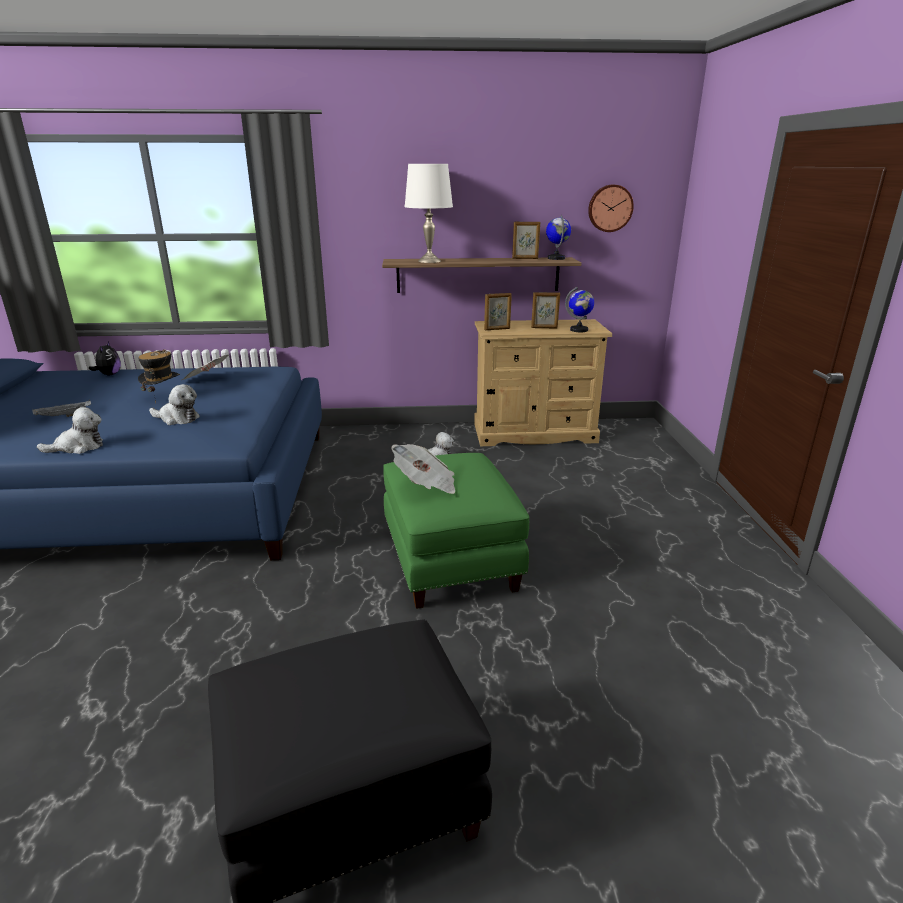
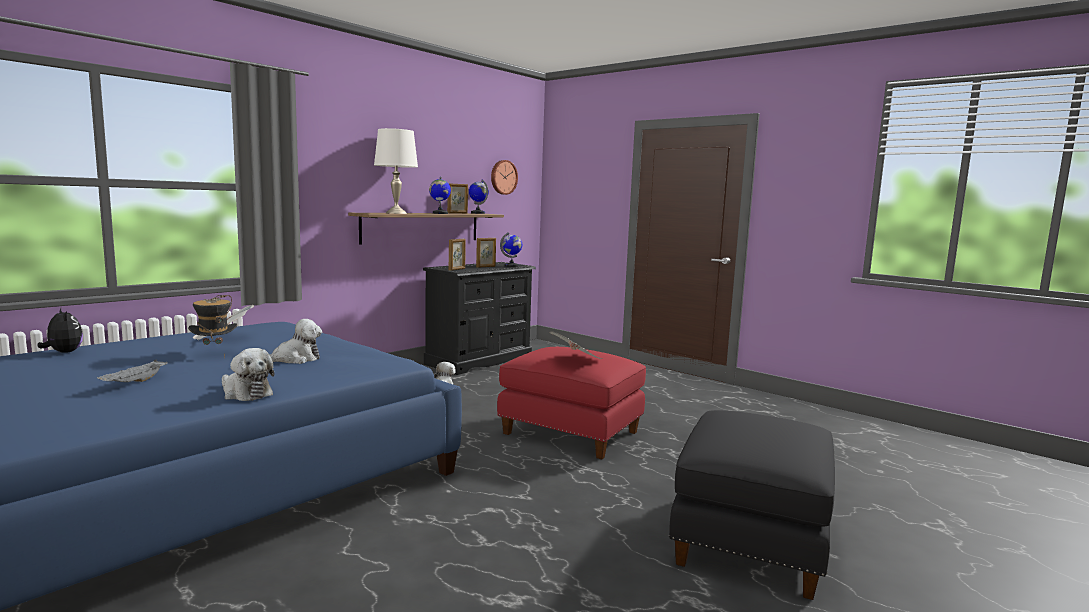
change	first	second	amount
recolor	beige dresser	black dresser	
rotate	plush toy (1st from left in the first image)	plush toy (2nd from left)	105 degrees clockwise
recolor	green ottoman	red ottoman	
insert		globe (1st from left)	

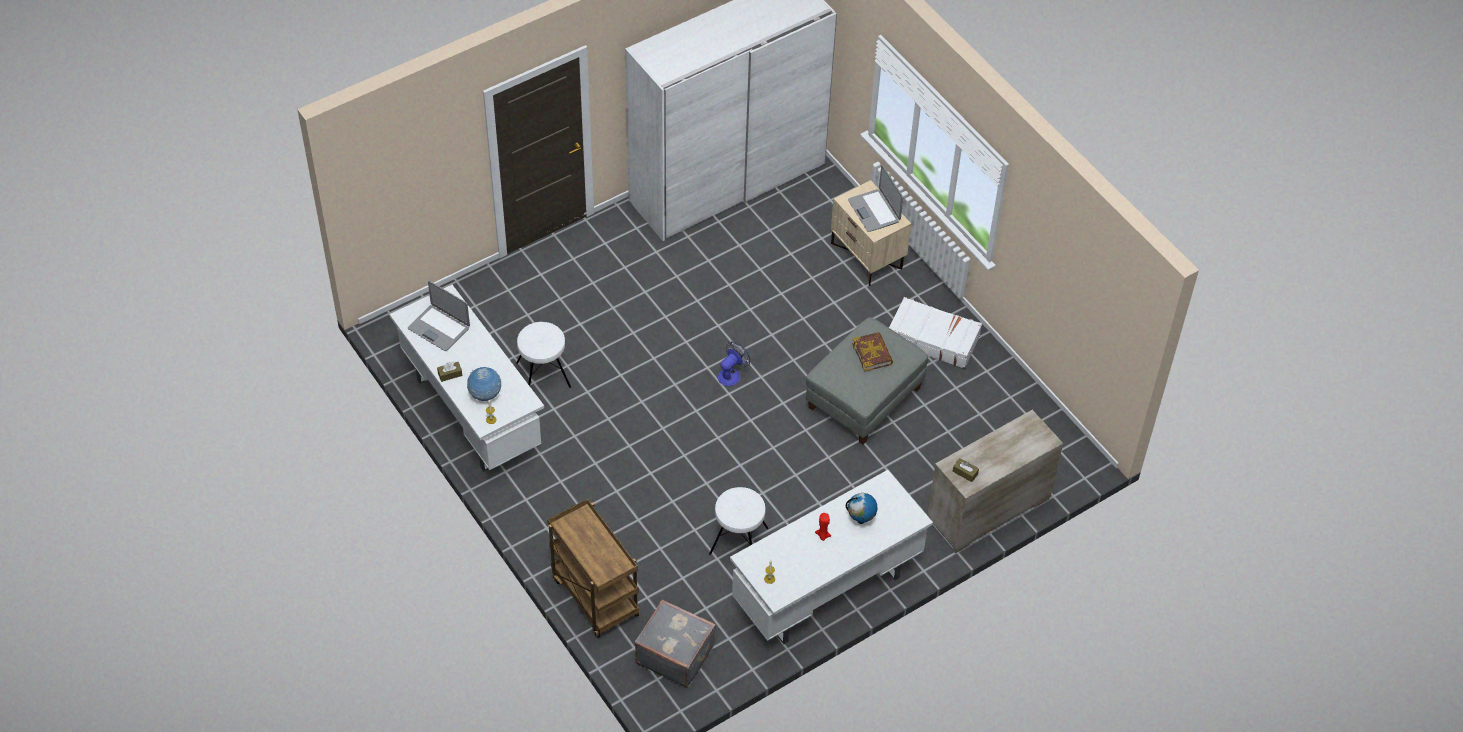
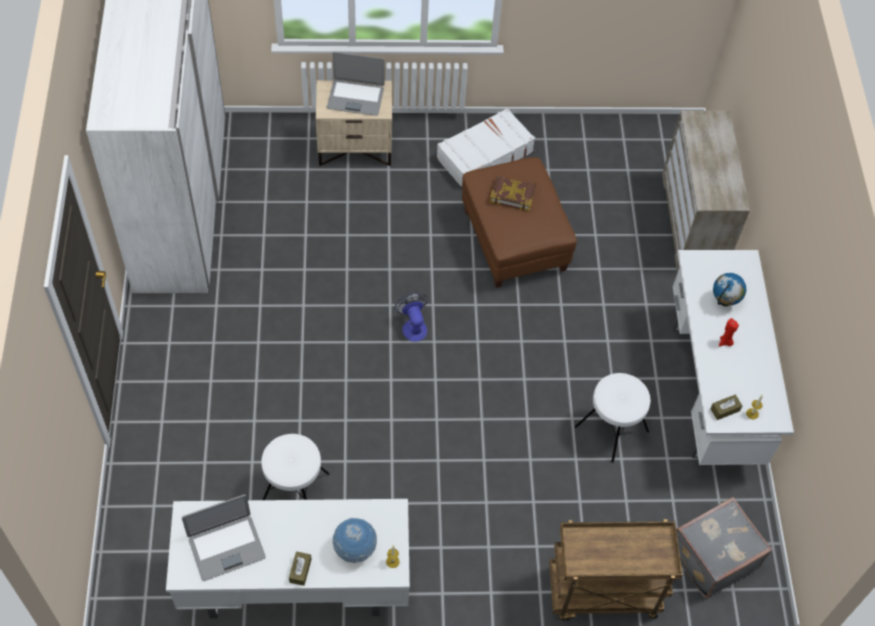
change	first	second	amount
recolor	grey ottoman	brown ottoman	
move	brown tissue box (2nd from left)		

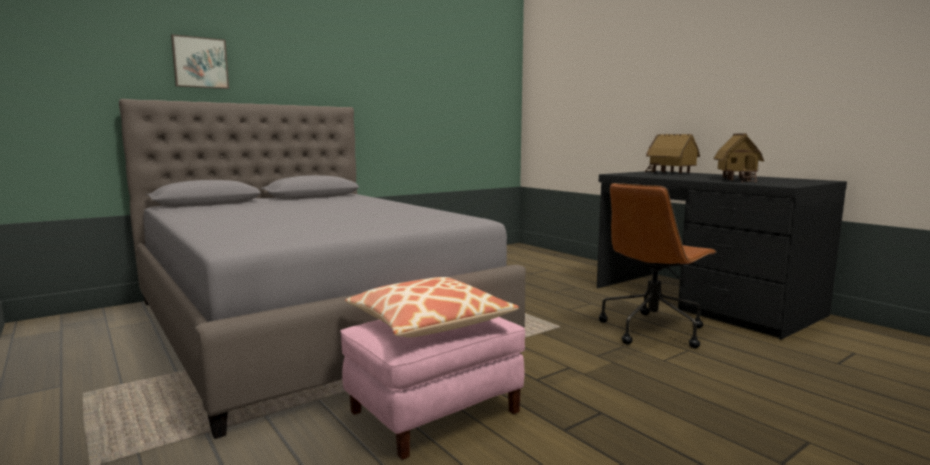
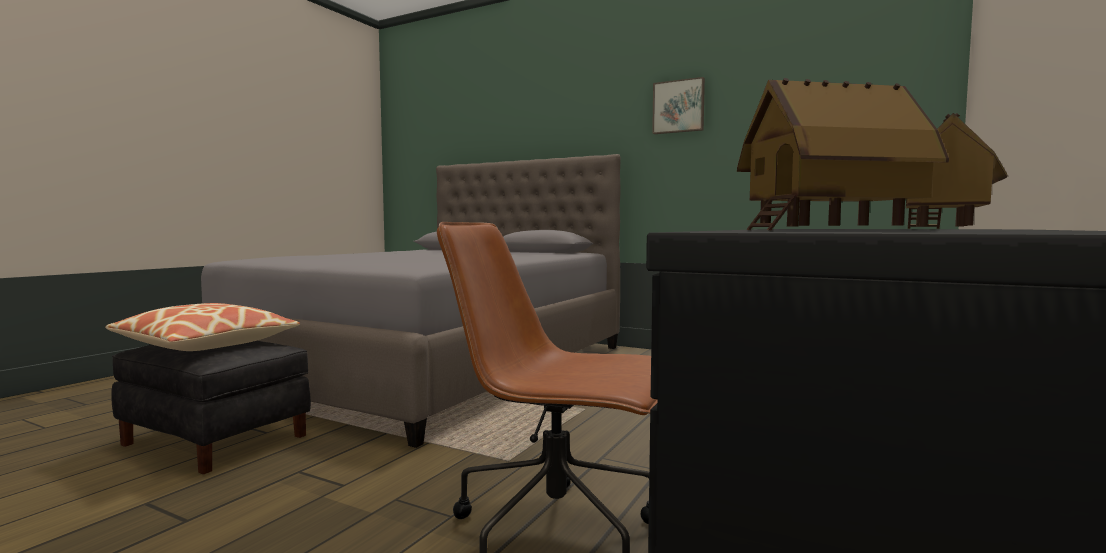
change	first	second	amount
move	picture		
recolor	pink ottoman	black ottoman	

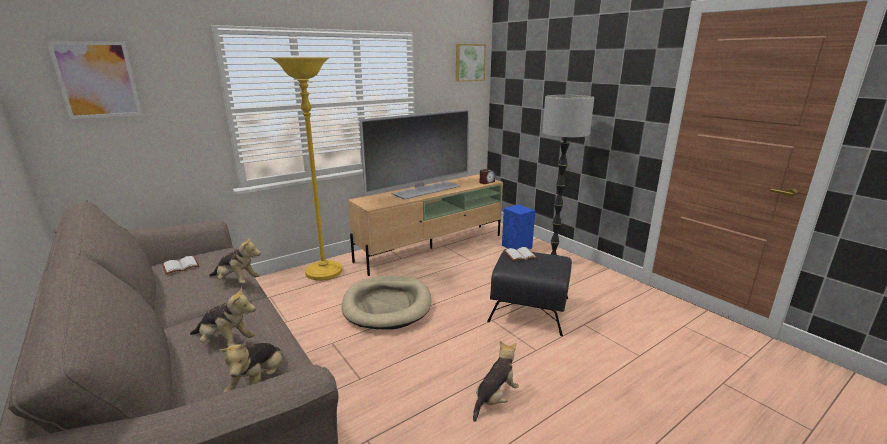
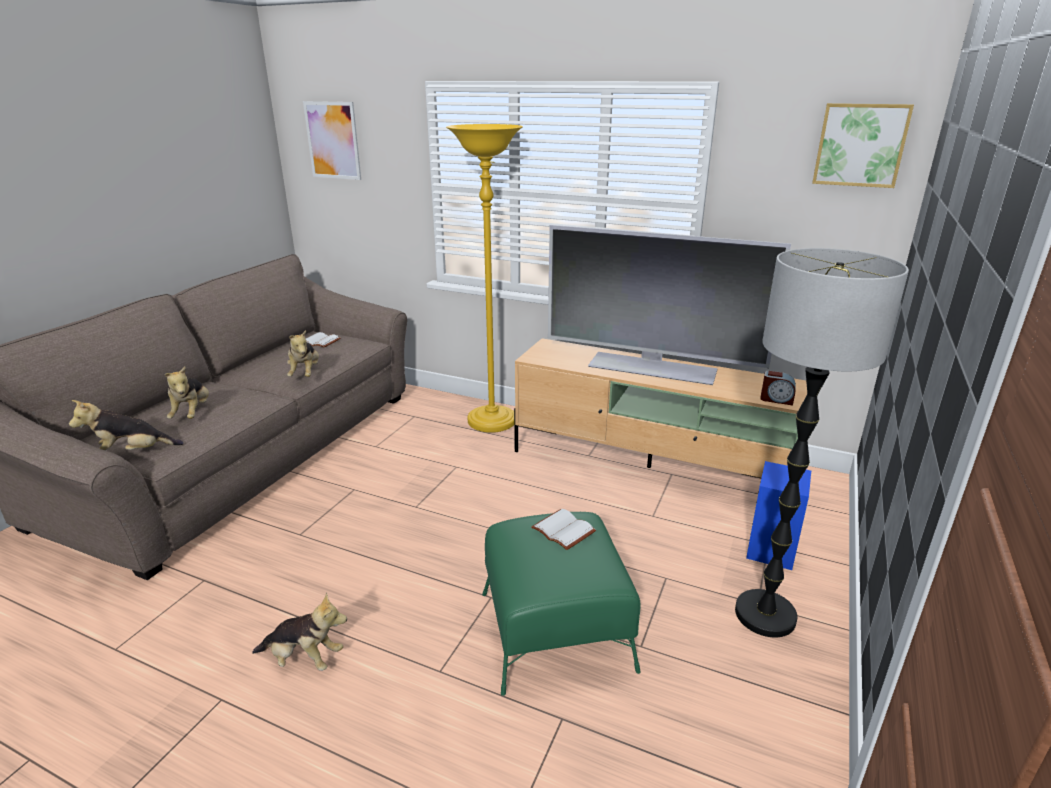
change	first	second	amount
recolor	black ottoman	green ottoman	
delete	beige dog bed		

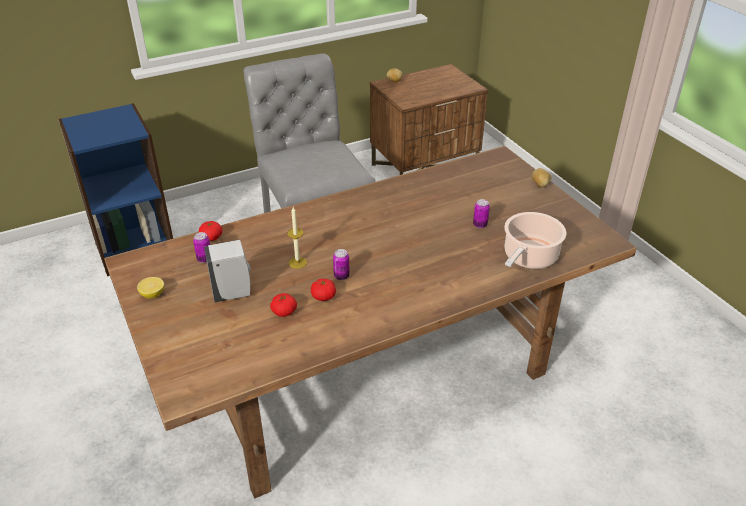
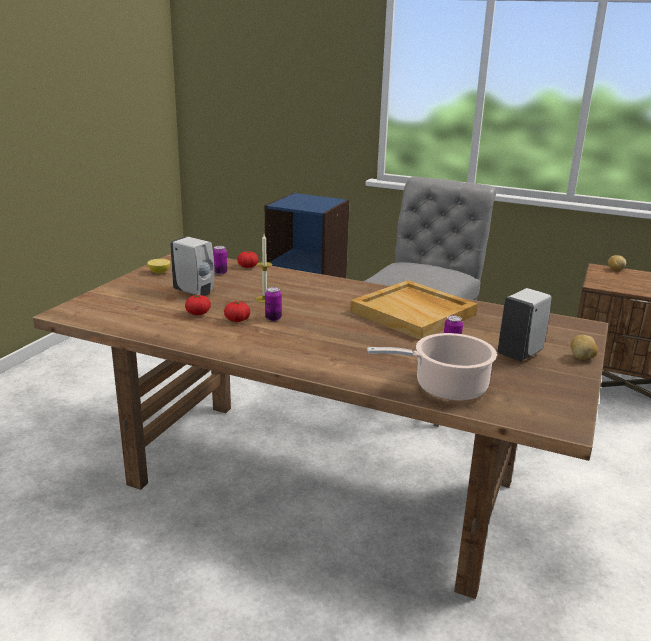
change	first	second	amount
insert		beige tray	
insert		white soap dispenser (2nd from left)	

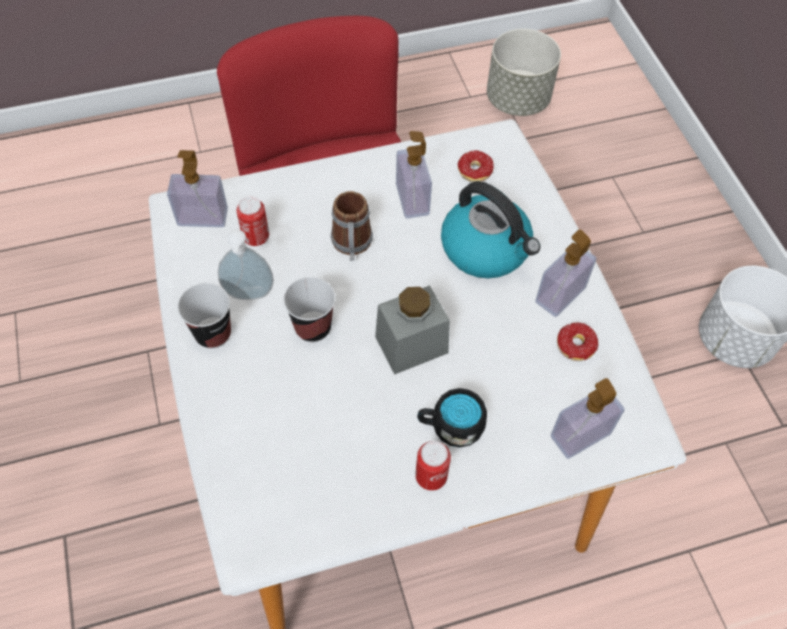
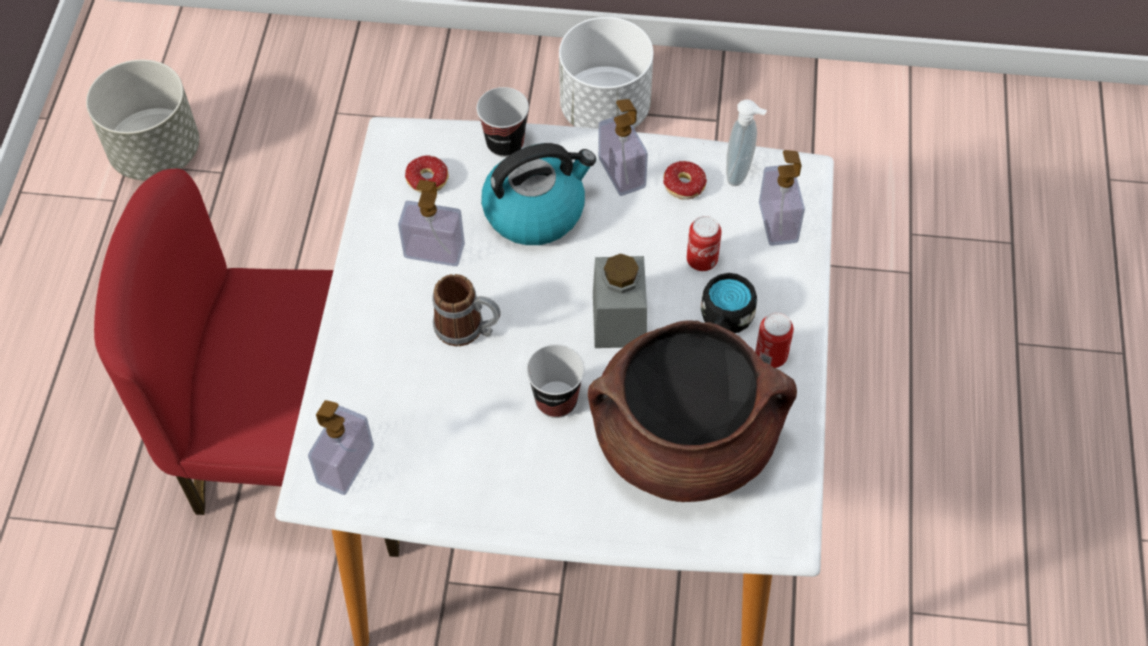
change	first	second	amount
move	can (1st from left)		
move	soap dispenser (2nd from left in the first image)	soap dispenser (4th from left)	
move	cup (1st from left)		
insert		brown cooking pot	

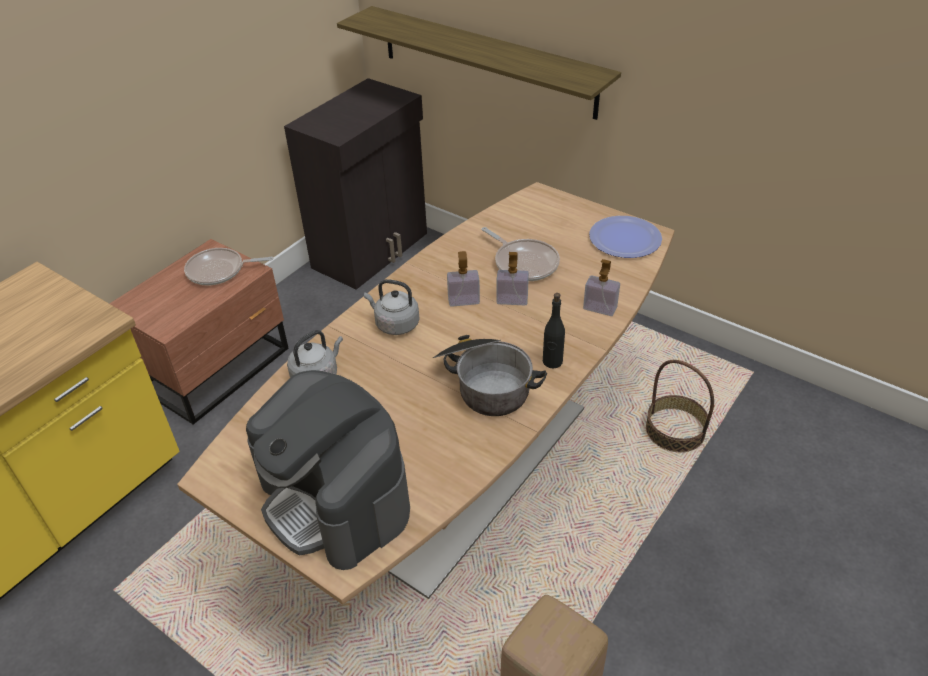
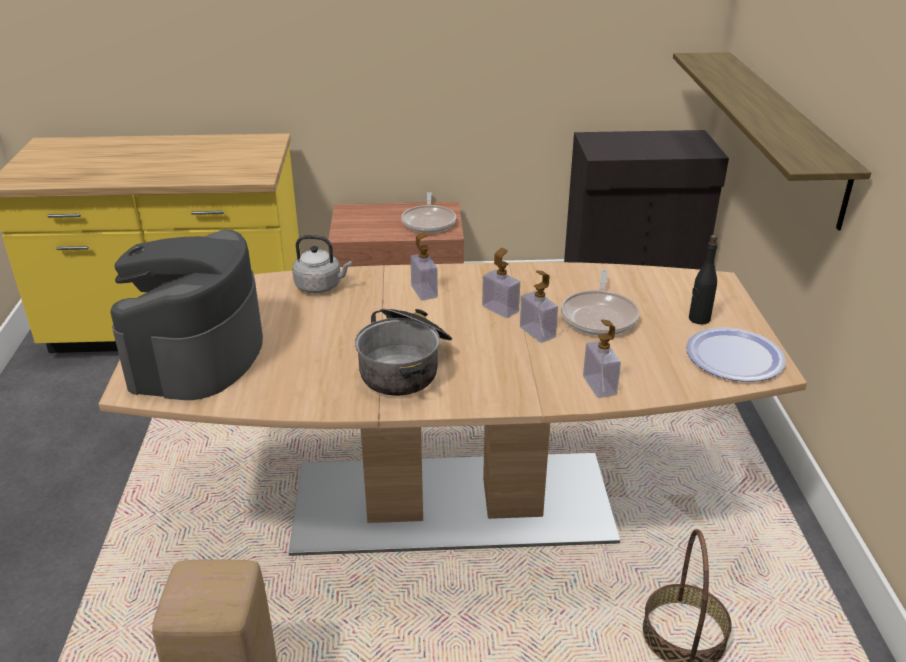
change	first	second	amount
rotate	frying pan (1st from left)		135 degrees counterclockwise
replace	grey kettle (2nd from left)	soap dispenser (1st from left)	
move	black bottle		

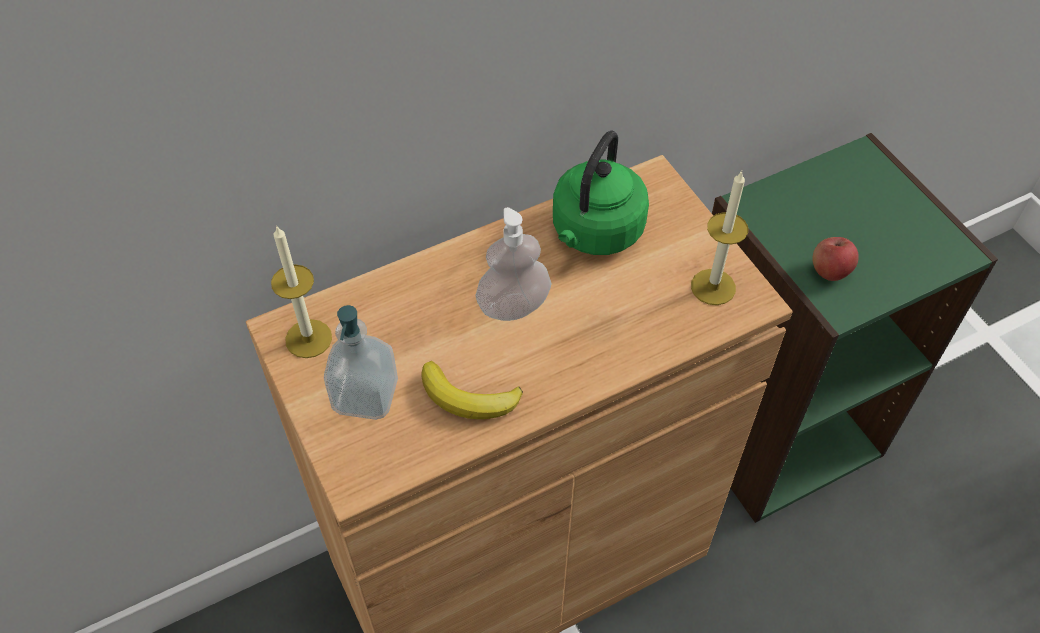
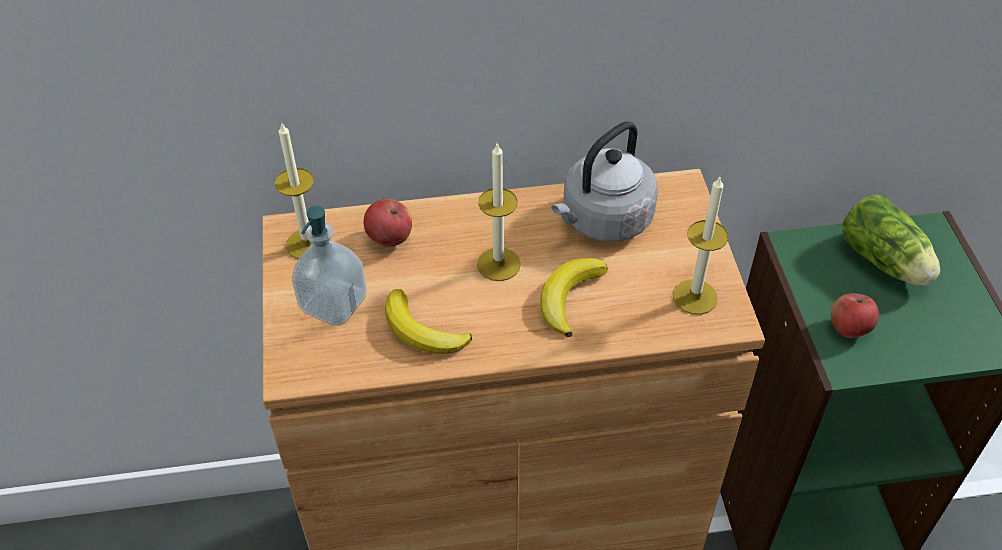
change	first	second	amount
recolor	green kettle	grey kettle	
replace	soap dispenser (2nd from left)	candle (2nd from left)	
insert		lettuce	
insert		apple (1st from left)	
insert		banana (2nd from left)	

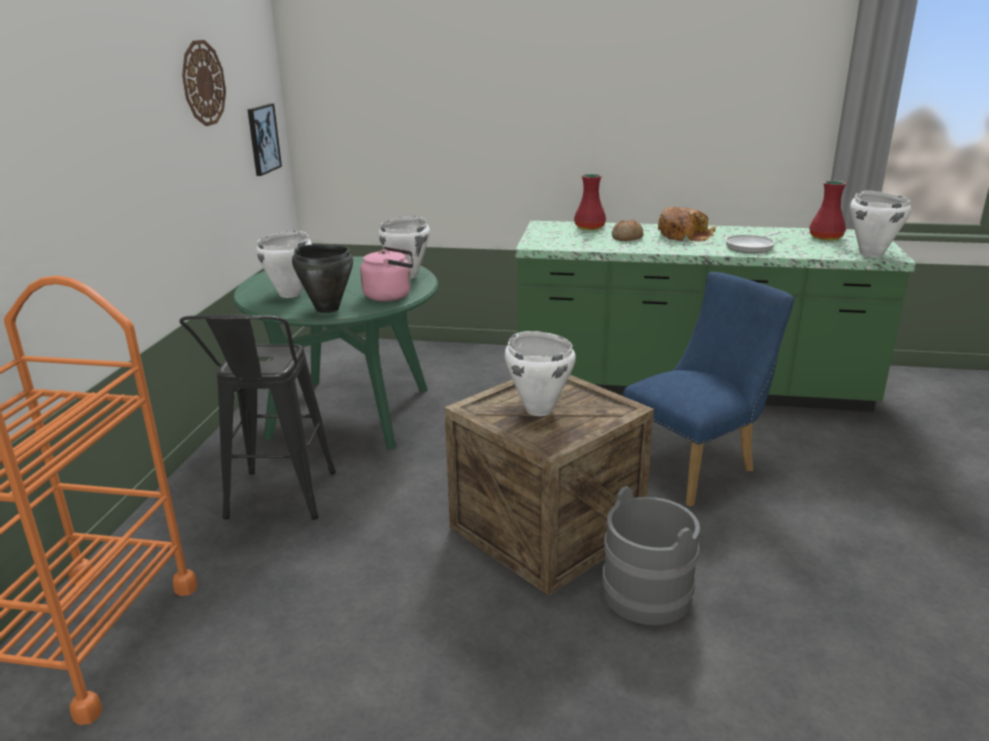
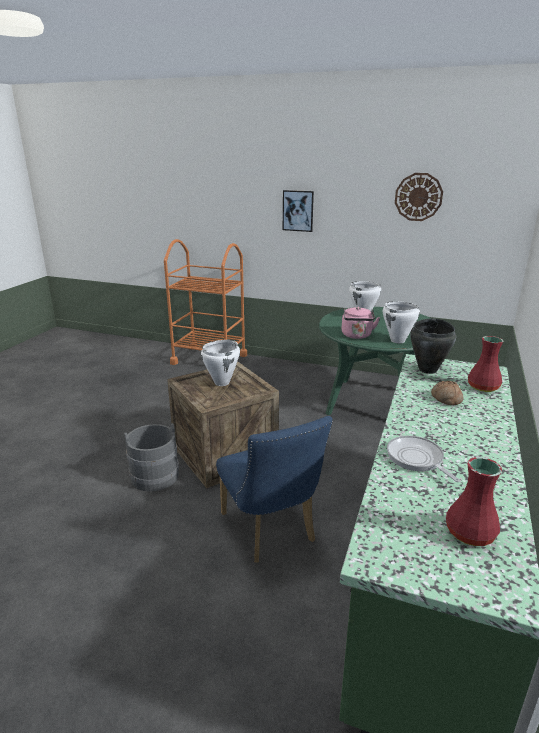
change	first	second	amount
move	picture		
delete	white cooking pot (4th from left)		
delete	bread (2nd from left)		
move	black cooking pot		
delete	black stool		

